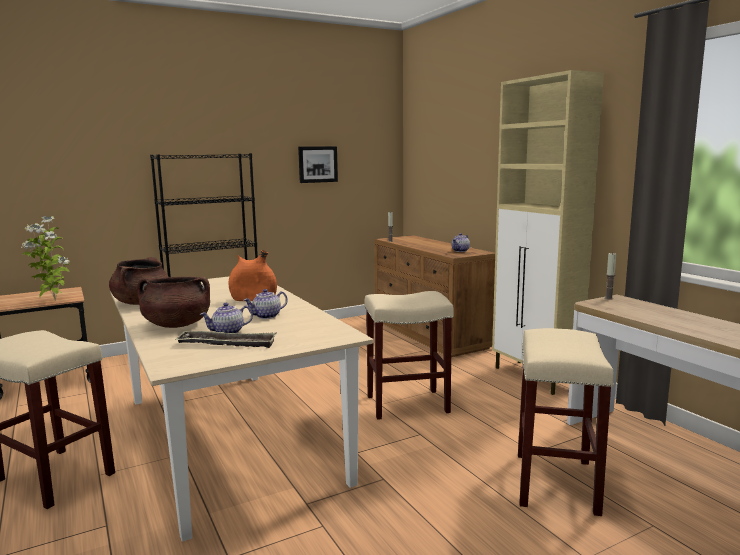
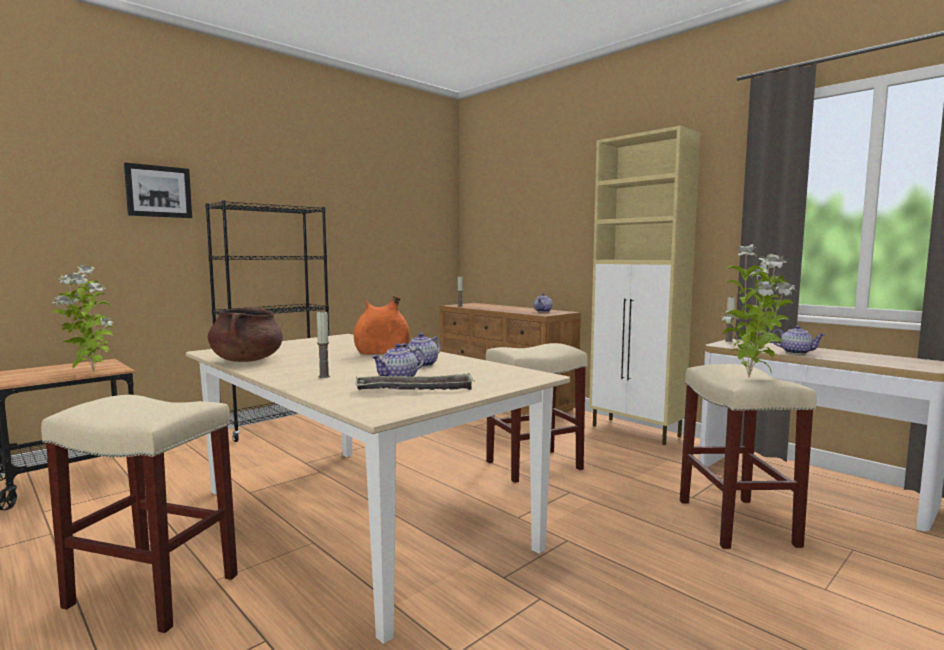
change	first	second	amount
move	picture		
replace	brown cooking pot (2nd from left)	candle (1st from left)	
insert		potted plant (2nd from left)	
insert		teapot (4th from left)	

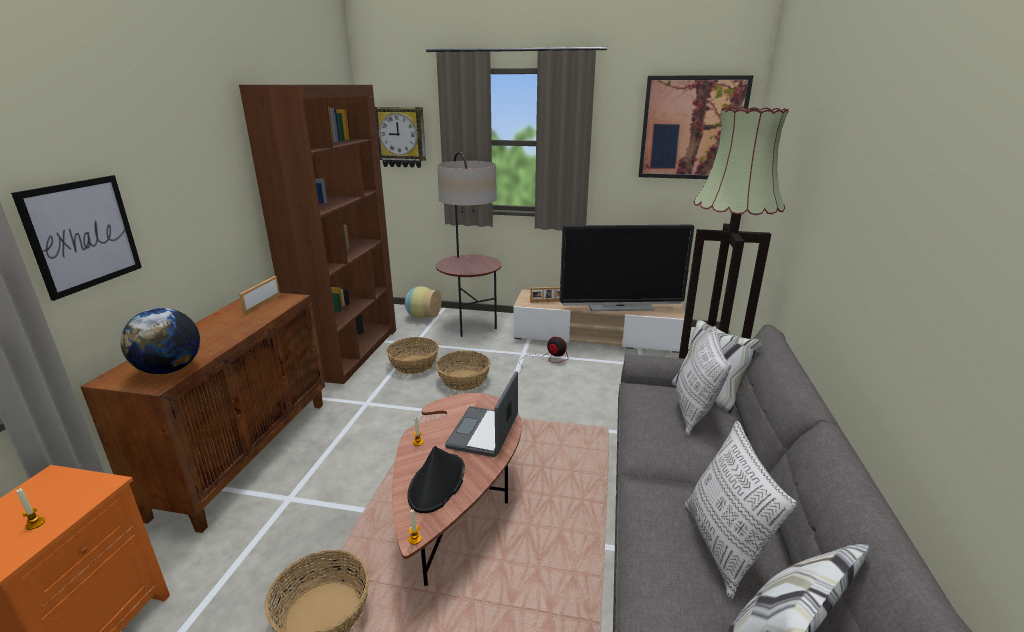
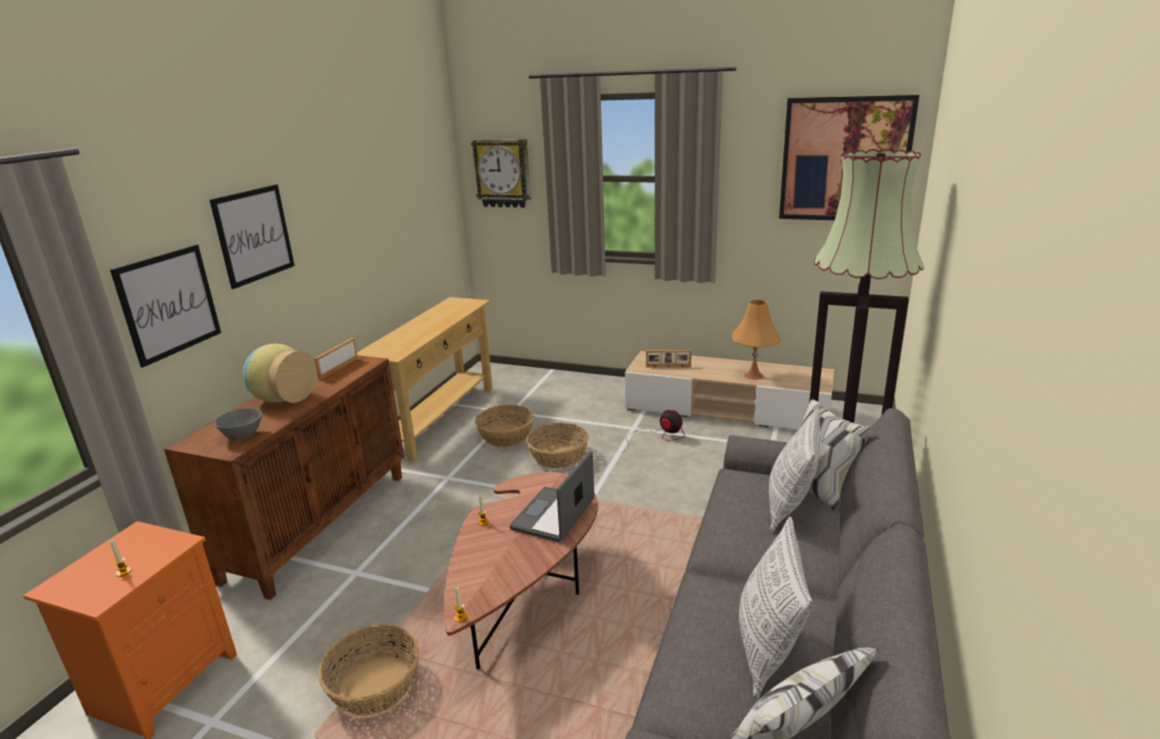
change	first	second	amount
replace	brown bookcase	beige console table	
delete	floor lamp (1st from left)		
replace	television	orange table lamp	
move	vase		
replace	globe	grey bowl	
delete	black hat		
insert		picture (2nd from left)	

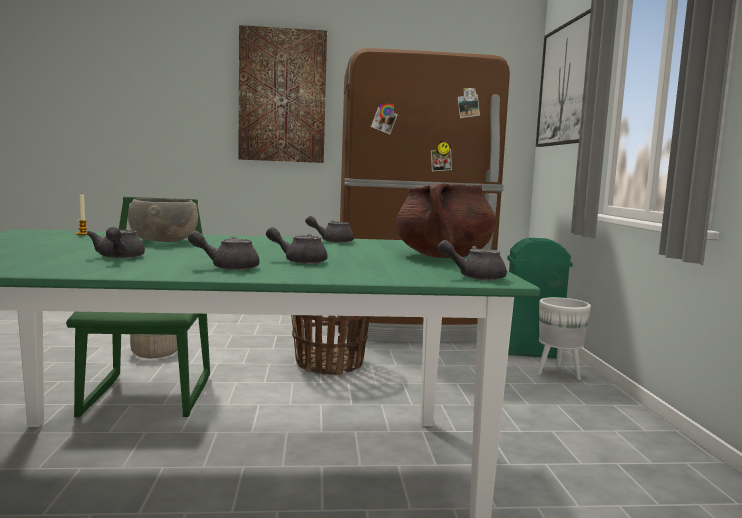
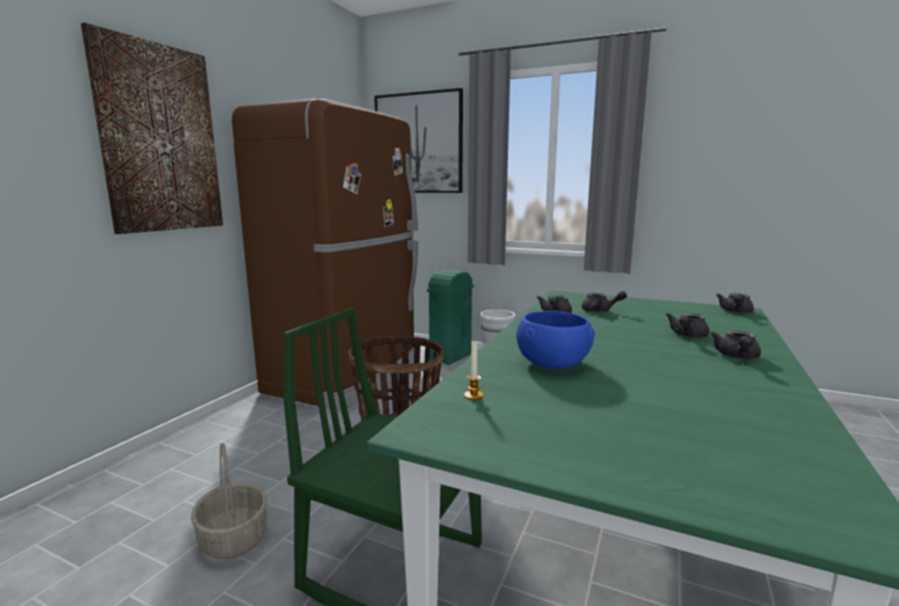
change	first	second	amount
delete	brown cooking pot		
recolor	grey bowl	blue bowl	
move	grey teapot (1st from left in the first image)	grey teapot (2nd from left)	

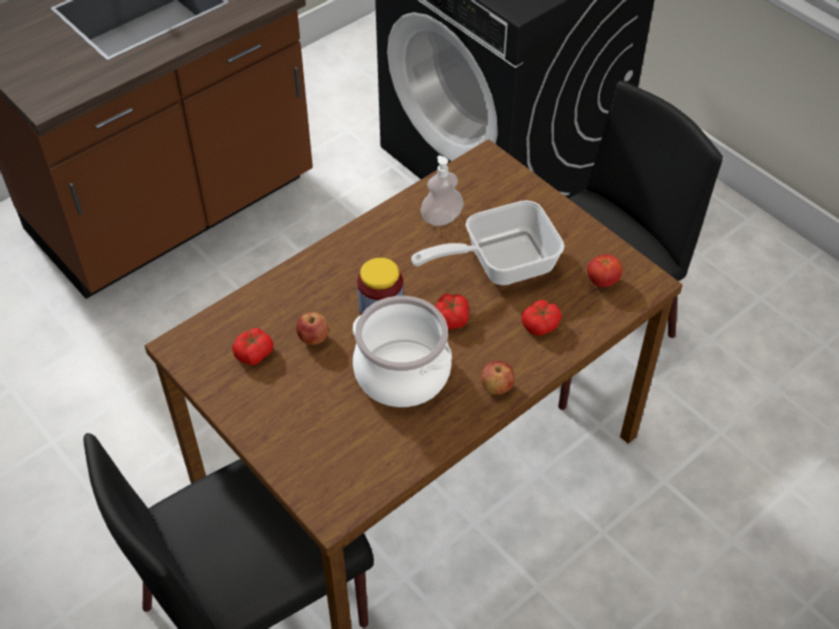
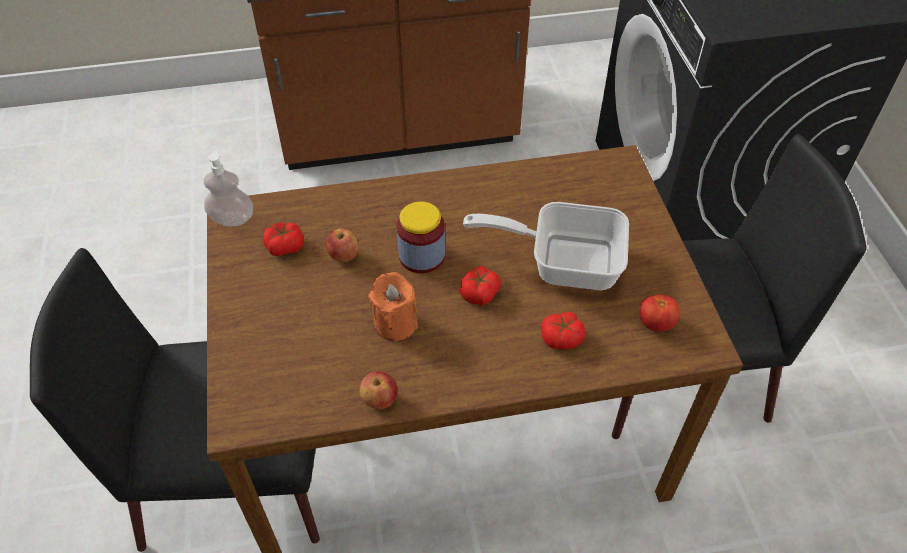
change	first	second	amount
move	soap dispenser		
replace	cooking pot	orange candle	
move	apple (2nd from left)		

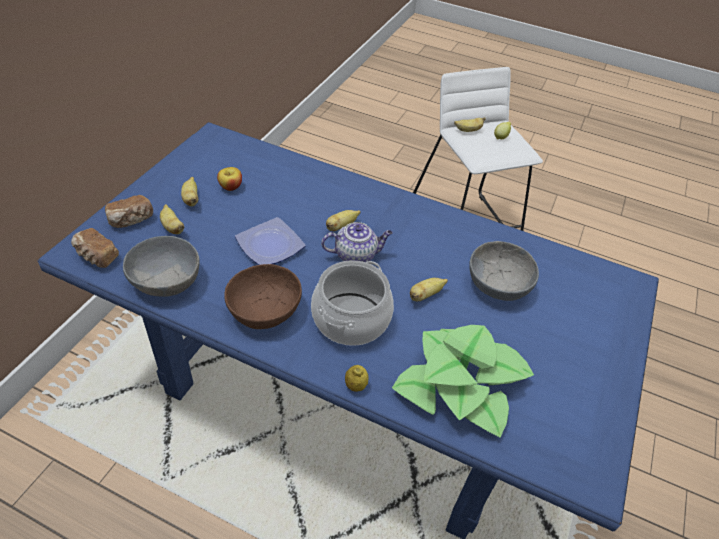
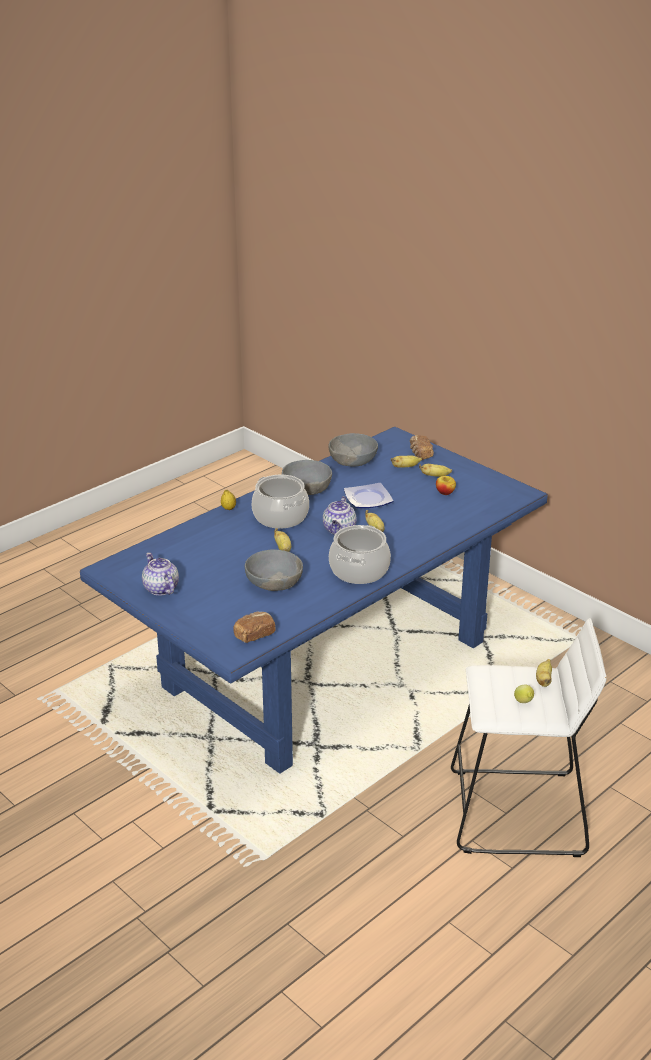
change	first	second	amount
move	bread (1st from left)		
recolor	brown bowl	grey bowl (2nd from left)	
delete	potted plant		
insert		cooking pot (2nd from left)	
insert		teapot (1st from left)	

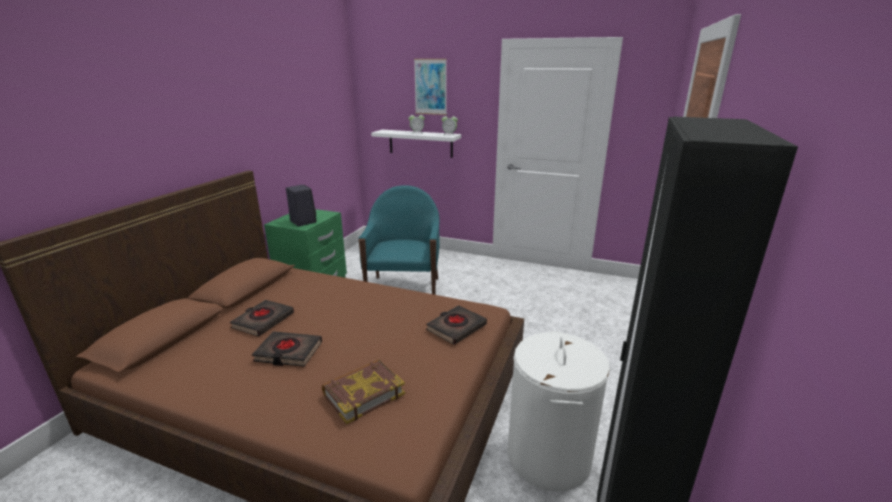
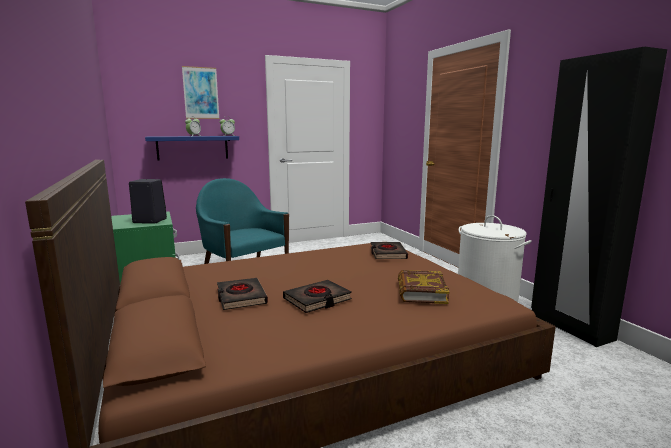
change	first	second	amount
recolor	white shelf	blue shelf	

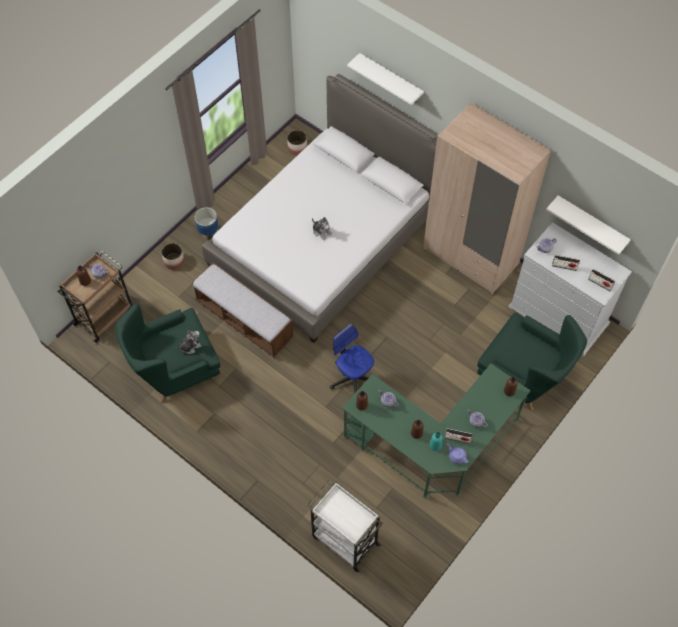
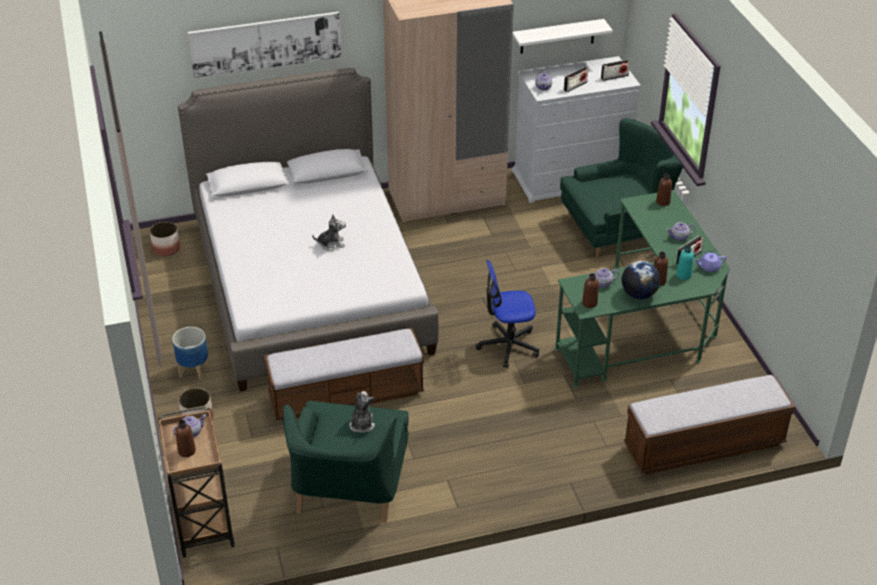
change	first	second	amount
replace	white shelf (1st from left)	picture	
replace	white cart	bench (2nd from left)	
insert		globe	

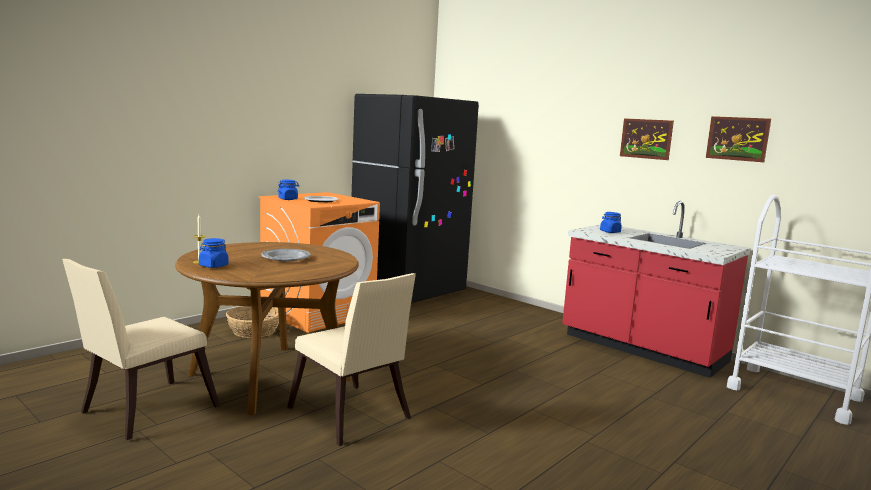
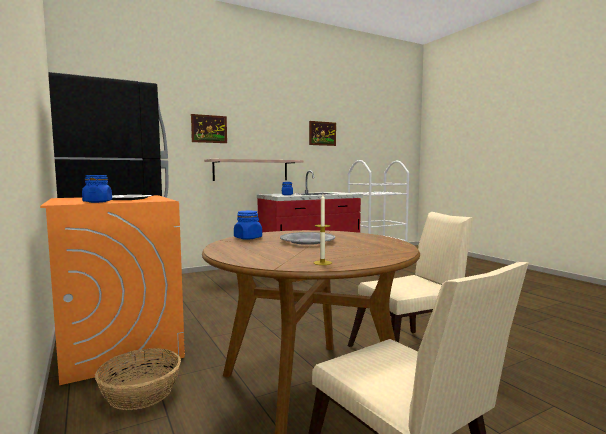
change	first	second	amount
move	picture (1st from left)		
move	blue jar (1st from left in the first image)	blue jar (2nd from left)	
insert		shelf	

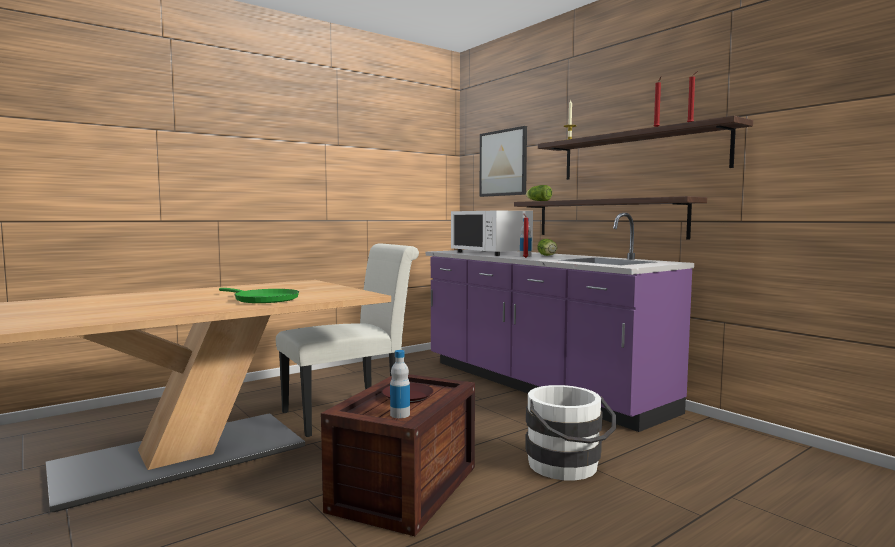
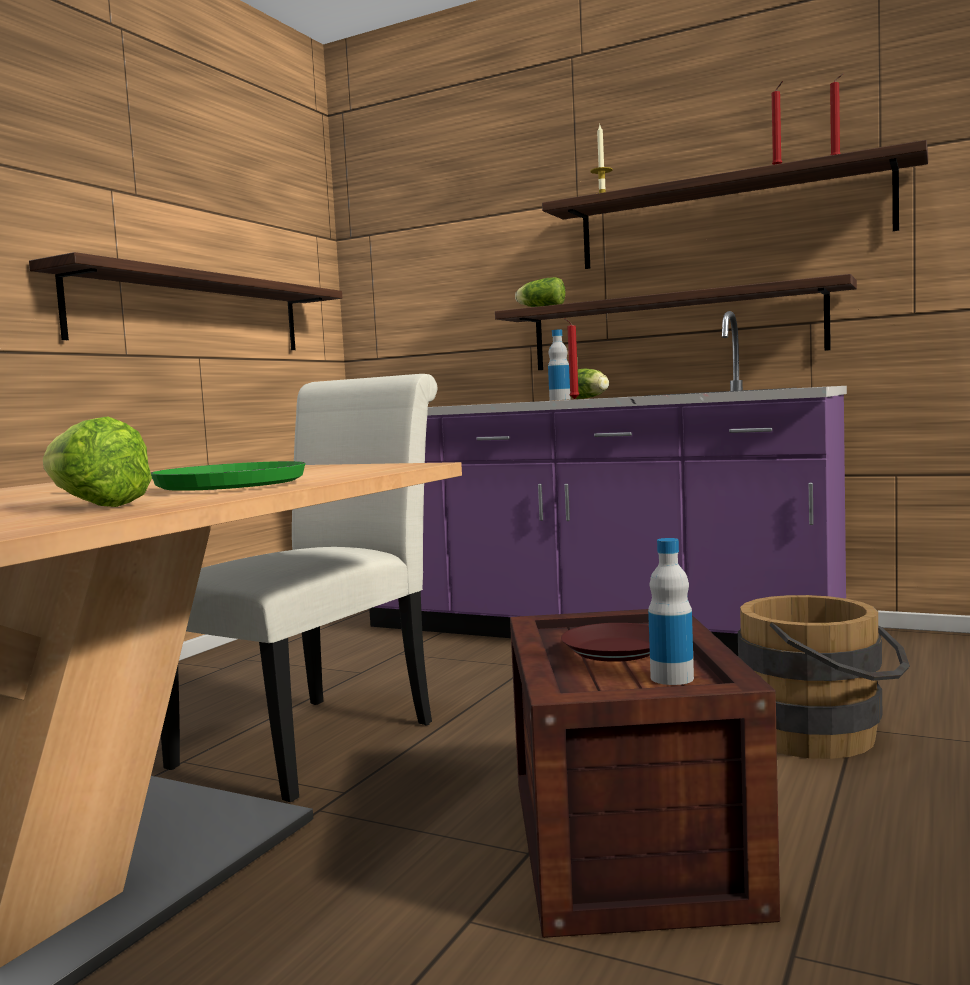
change	first	second	amount
delete	picture		
delete	white microwave		
recolor	white bucket	brown bucket	
insert		shelf (1st from left)	
insert		lettuce (1st from left)	

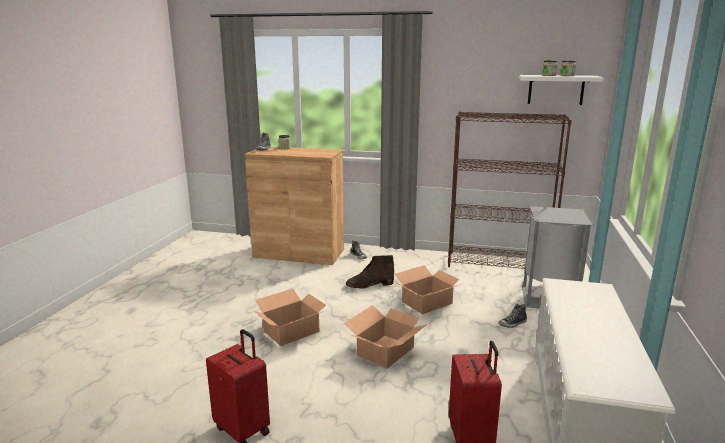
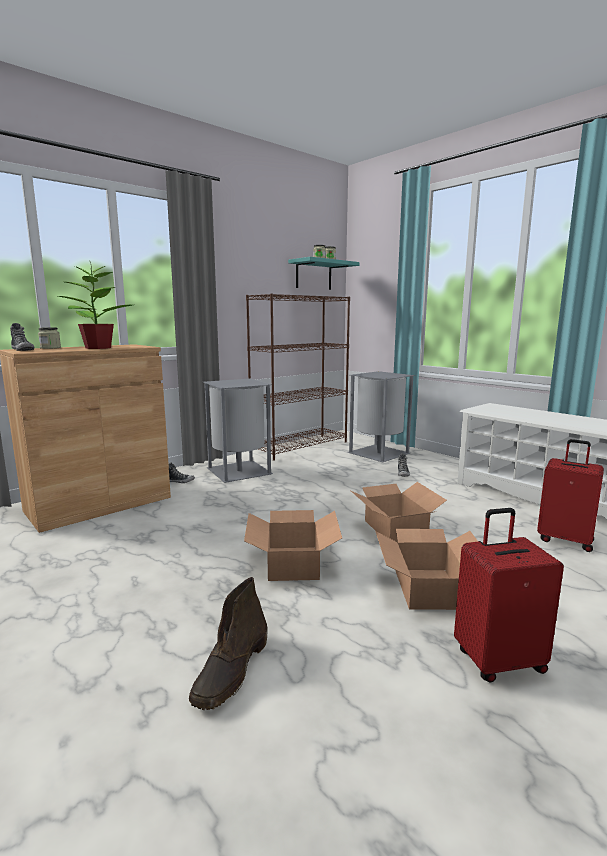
change	first	second	amount
recolor	white shelf	turquoise shelf	
move	brown boot		
move	cardboard box (3rd from left)		
insert		potted plant	
insert		grey trash can (1st from left)	

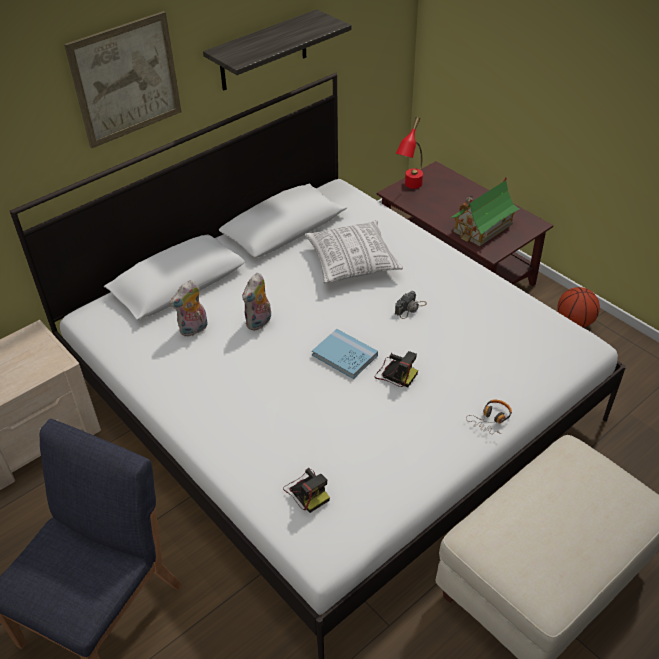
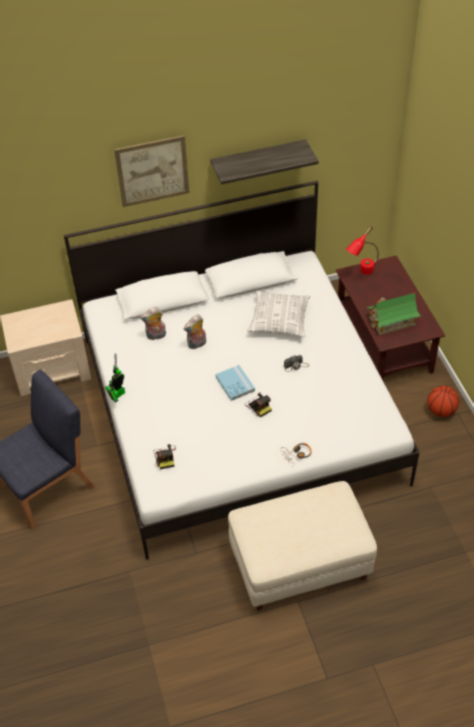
change	first	second	amount
insert		toy robot	

